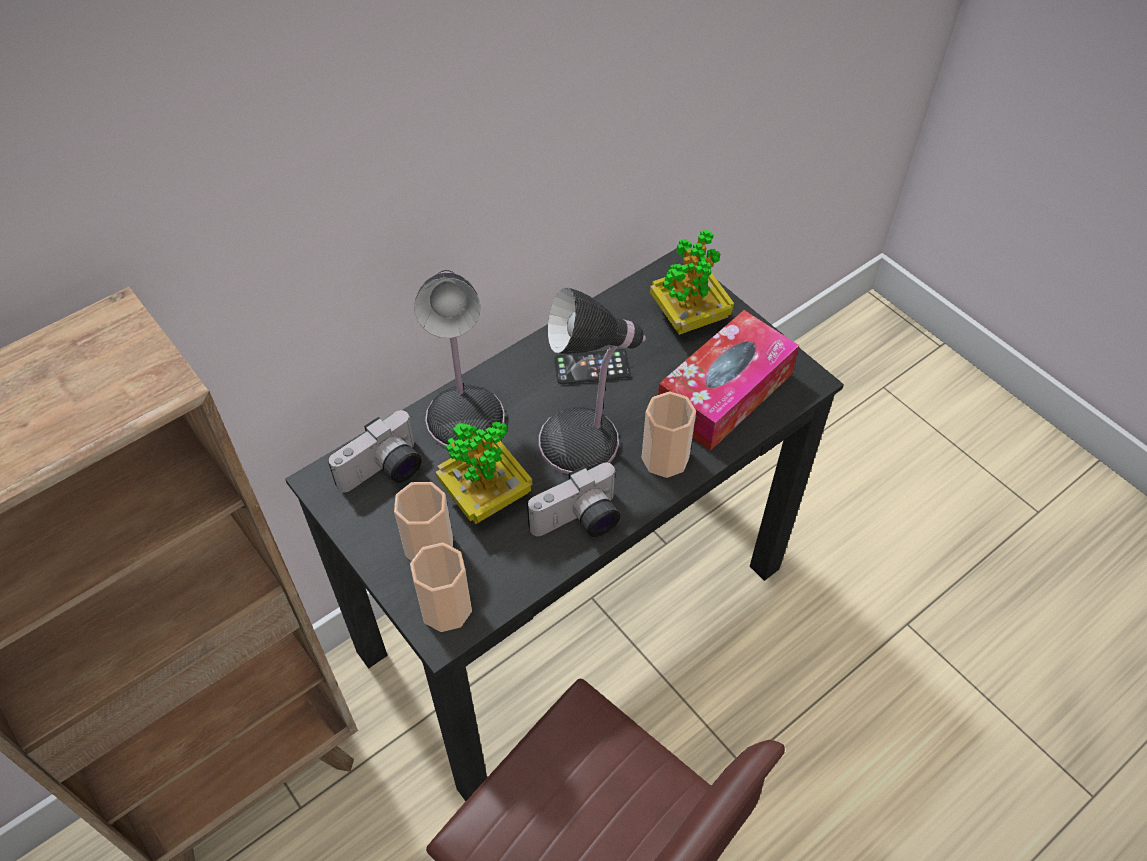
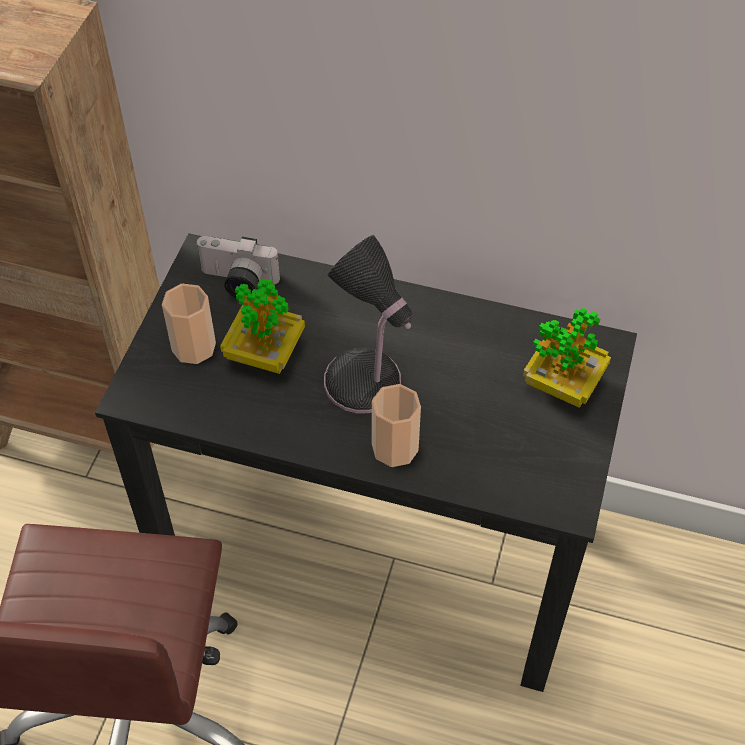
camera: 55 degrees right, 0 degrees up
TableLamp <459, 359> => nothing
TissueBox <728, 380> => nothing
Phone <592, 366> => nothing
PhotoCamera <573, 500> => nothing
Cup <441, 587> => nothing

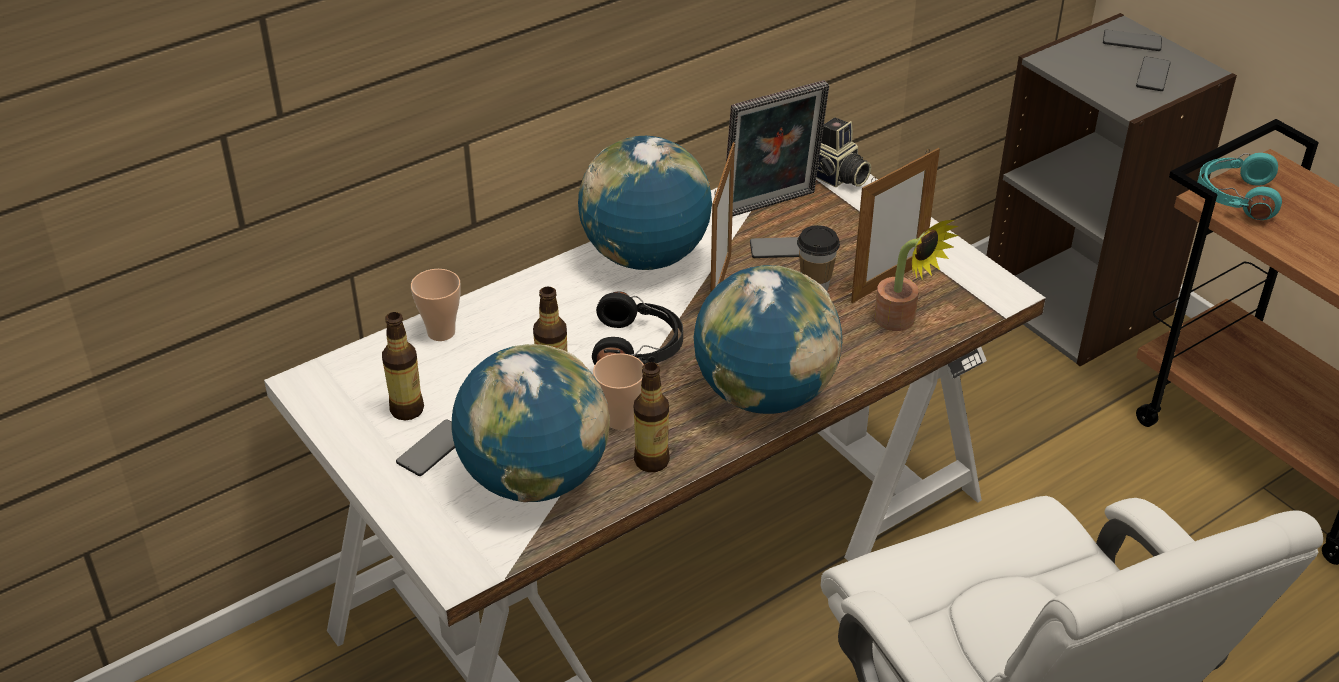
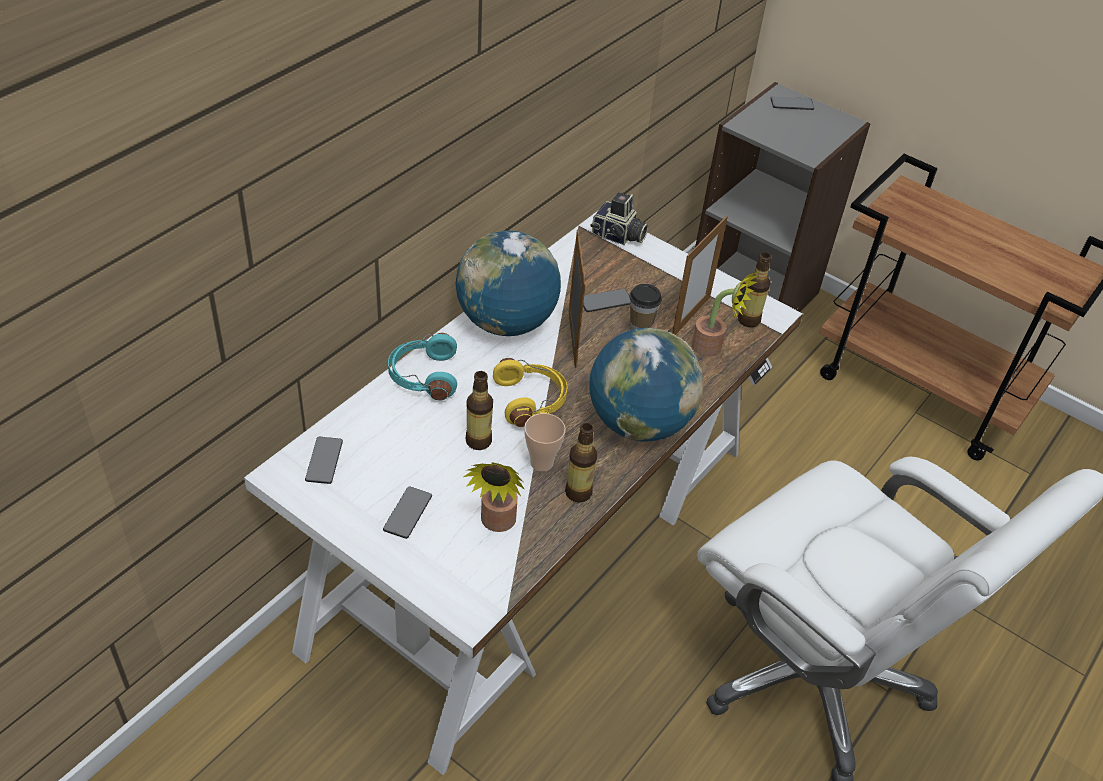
camera: 20 degrees left, 5 degrees up
Phone <1153, 74> => Phone <324, 460>, move
PictureFrame <777, 148> => nothing
TurquoiseHeadphones <1239, 186> => TurquoiseHeadphones <422, 367>, move
Cup <436, 305> => nothing
BlackHeadphones <637, 328> => YellowHeadphones <530, 392>
Bottle <403, 366> => Bottle <754, 289>, move
Globe <531, 423> => PottedPlant <495, 497>

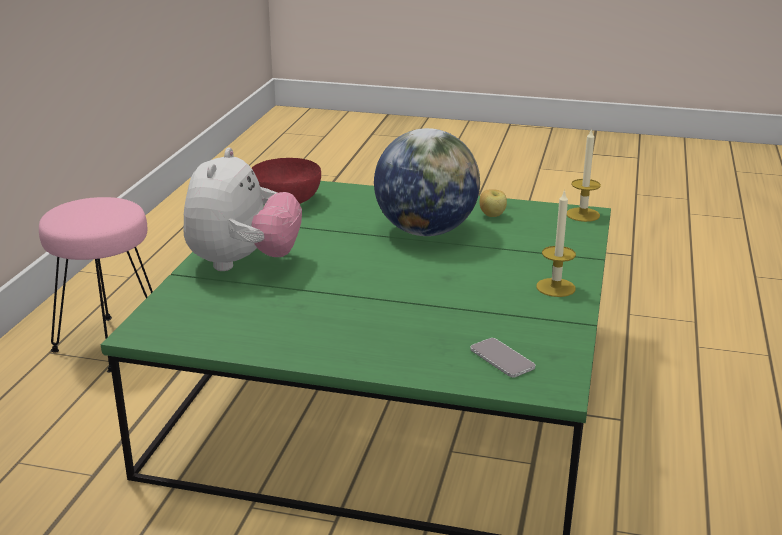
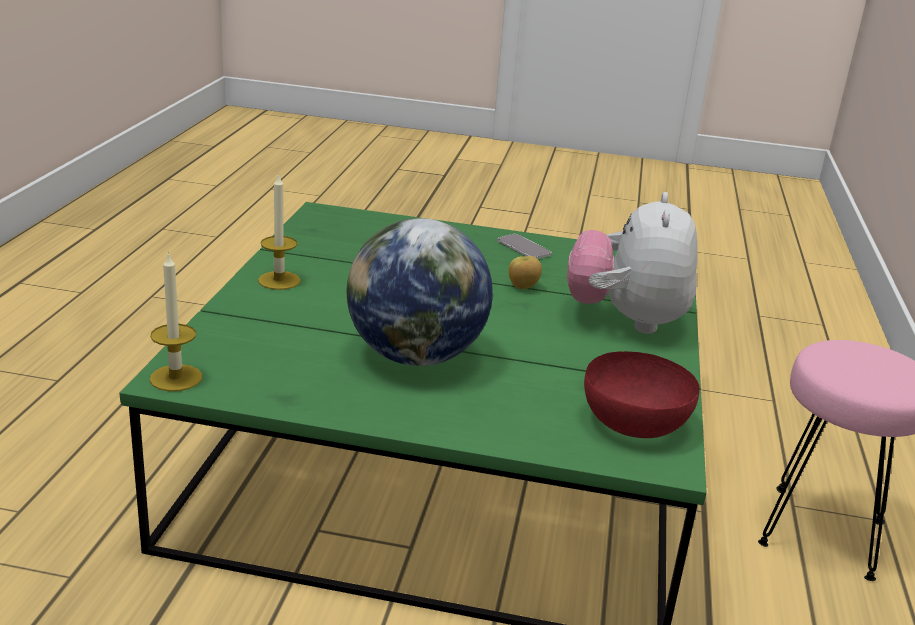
camera: 175 degrees right, 0 degrees up
Apple <493, 203> => Apple <525, 272>, move
Phone <502, 358> => Phone <524, 246>, move

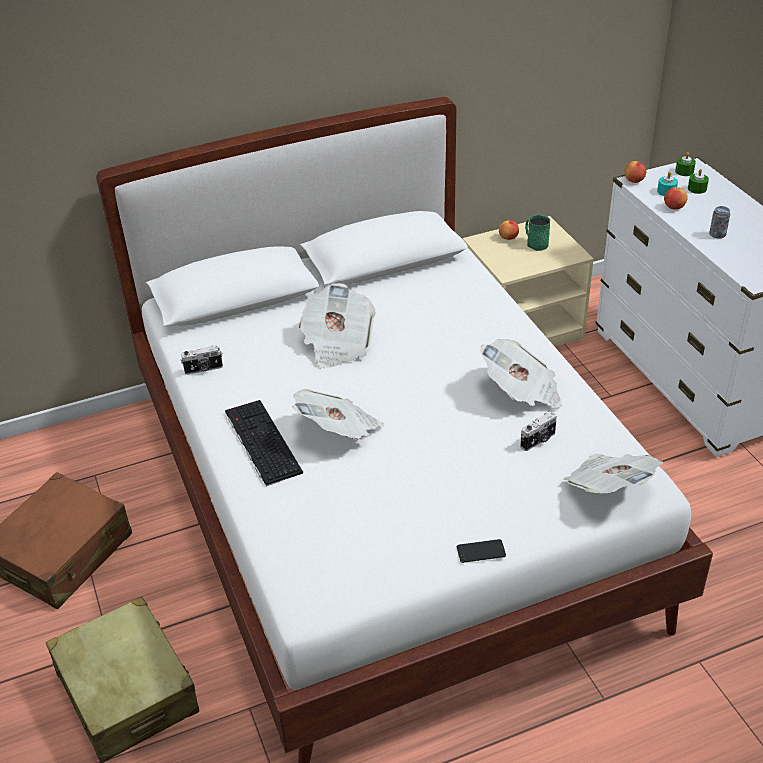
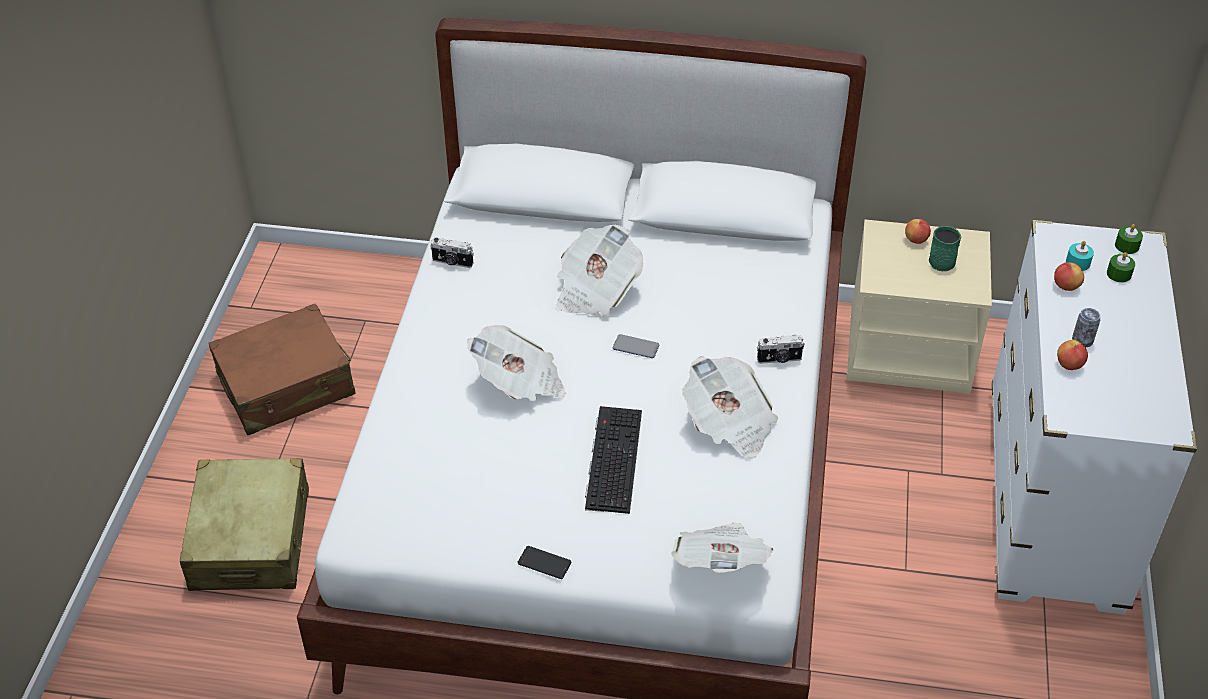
camera: 30 degrees right, 5 degrees up
Apple <635, 172> => Apple <1072, 355>, move
Keyboard <264, 443> => Keyboard <613, 460>, move
PhotoCamera <538, 431> => PhotoCamera <781, 349>, move
nothing => Phone <635, 346>

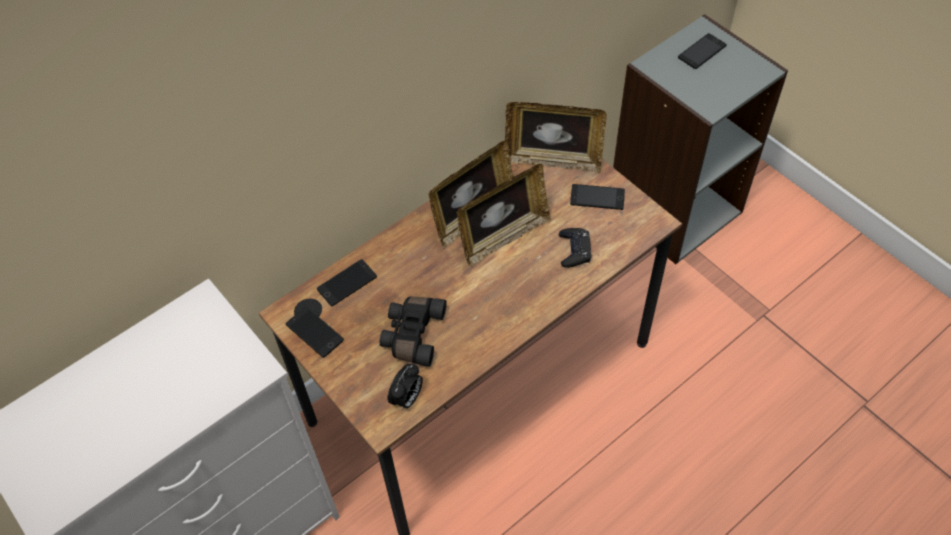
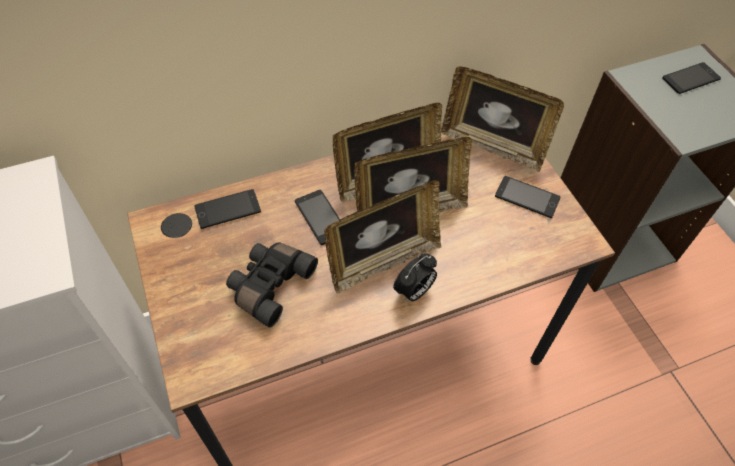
camera: 15 degrees right, 0 degrees up
BlackGameController <575, 248> => nothing
Phone <315, 332> => Phone <317, 217>, move
AlarmClock <405, 387> => AlarmClock <415, 278>, move
nothing => PictureFrame <382, 237>

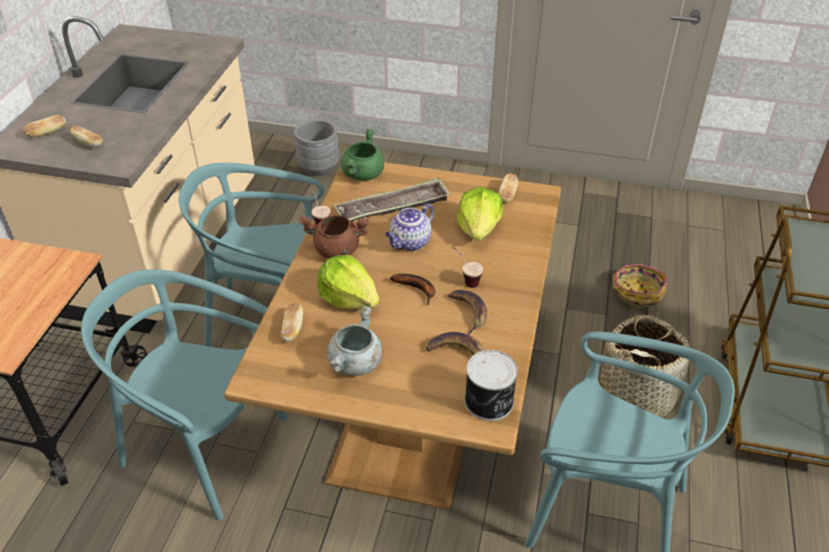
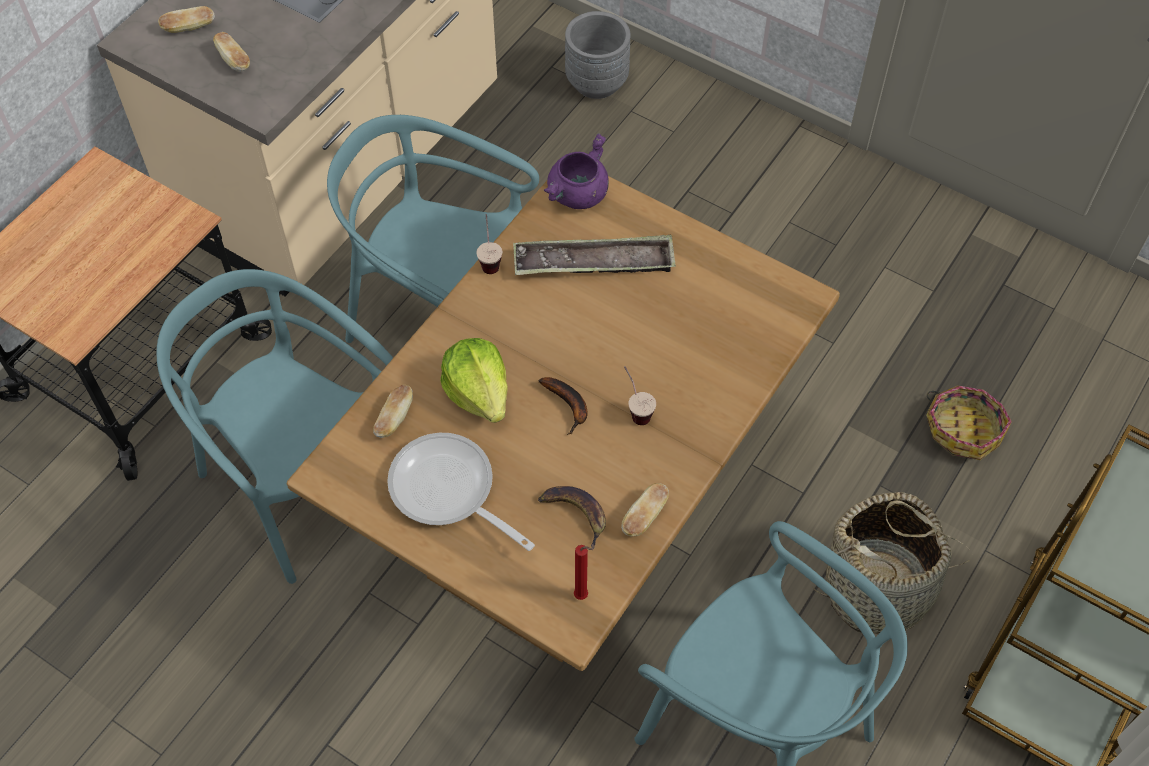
camera: 20 degrees right, 15 degrees up
GreenCookingPot <362, 154> => PurpleCookingPot <576, 171>
Bread <508, 187> => Bread <645, 510>, move
Lettuce <480, 214> => nothing
Teapot <410, 227> => nothing
BrownCookingPot <334, 237> => nothing
Banana <467, 312> => nothing
GreyCookingPot <354, 340> => FryingPan <461, 492>
Can <491, 385> => RedCandle <583, 572>

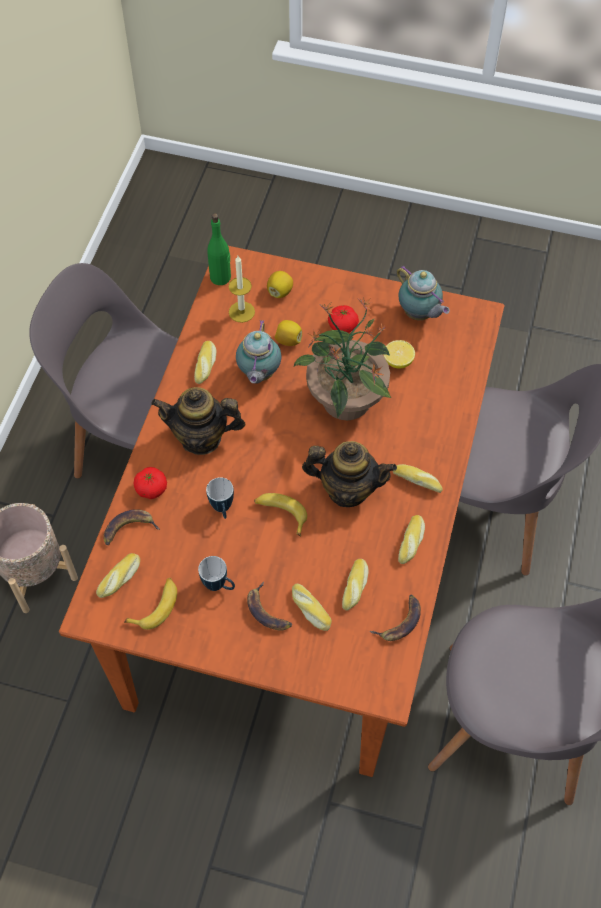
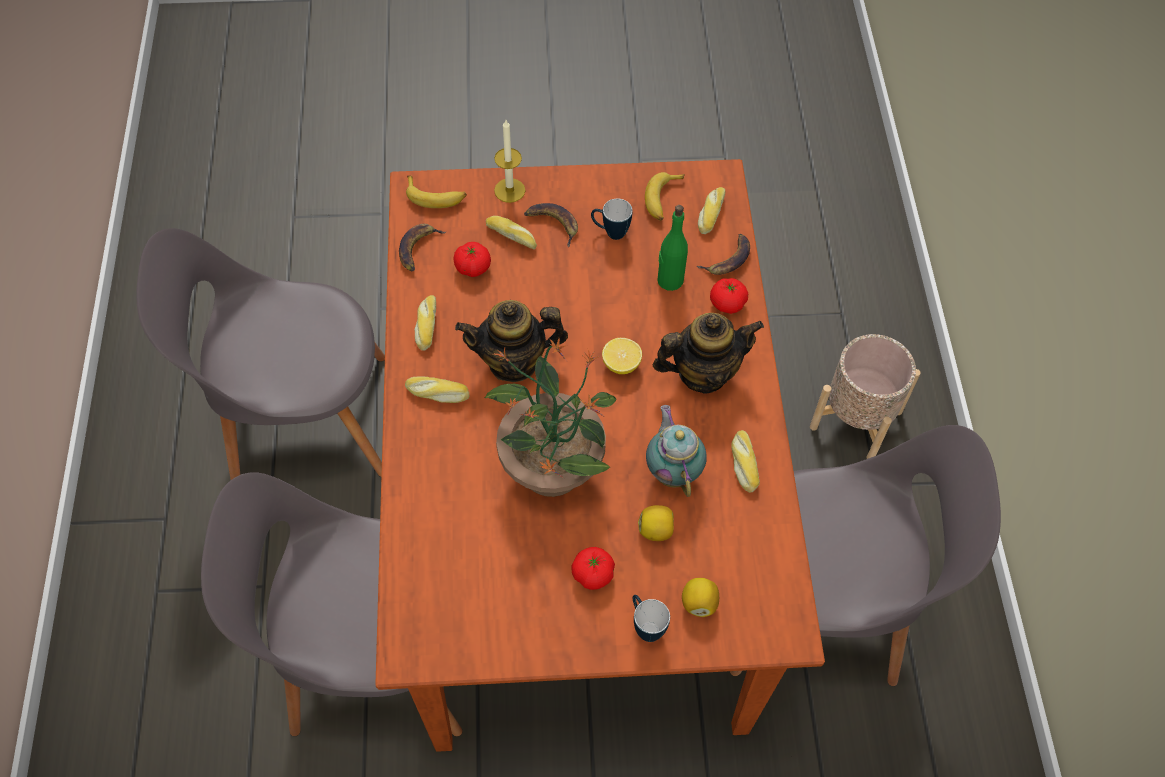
camera: 160 degrees right, 0 degrees up
GreenBottle <219, 249> => GreenBottle <672, 248>, move
Candle <242, 289> => Candle <509, 161>, move
Teapot <423, 292> => nothing
Lemon <399, 354> => Lemon <622, 356>, move
Mug <220, 498> => Mug <651, 618>, move
Banana <280, 514> => Banana <436, 191>, move
Bread <355, 584> => Tomato <472, 259>

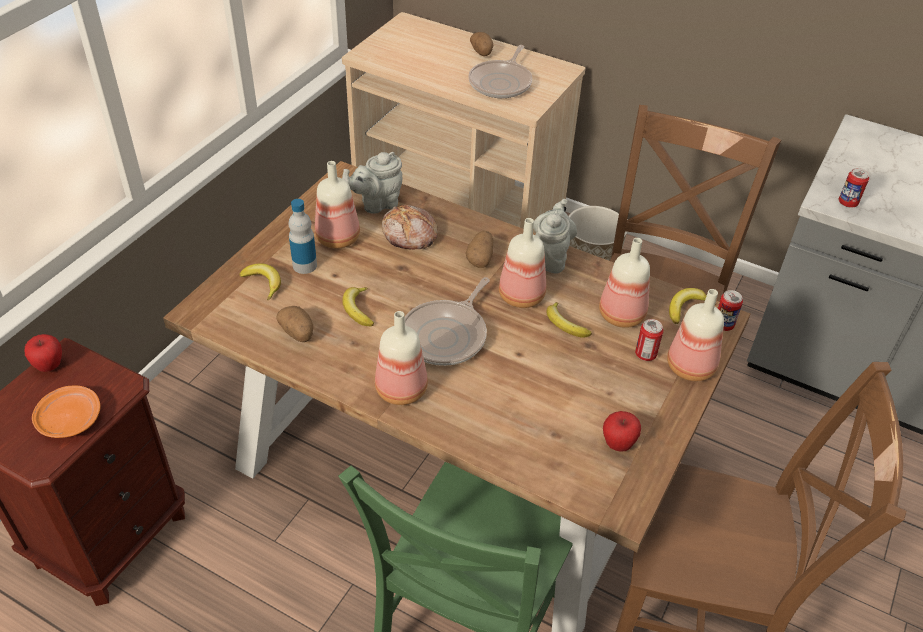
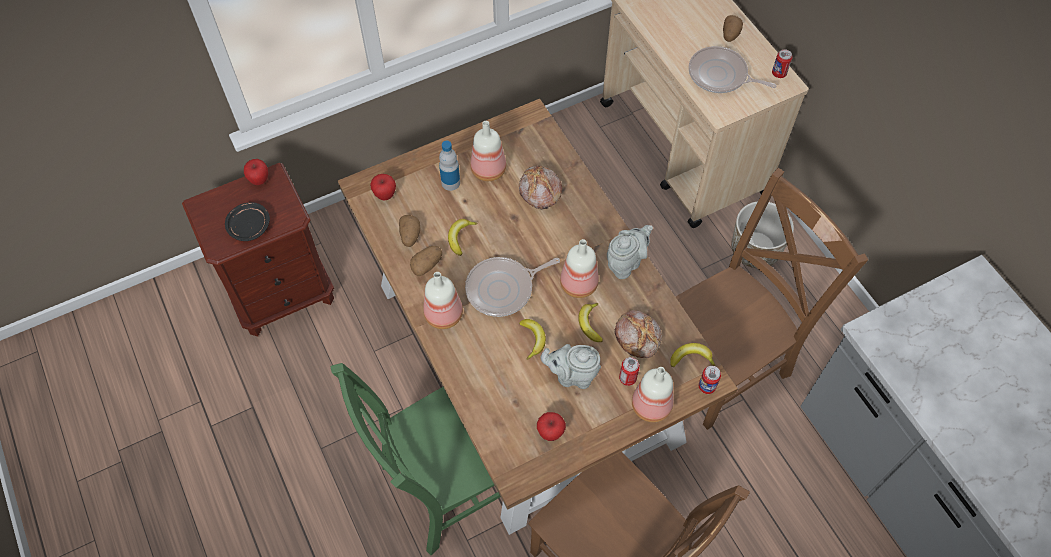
camera: 35 degrees right, 15 degrees up
FryingPan <500, 71> => FryingPan <732, 69>, 60 degrees clockwise
GreyTeapot <372, 183> => GreyTeapot <570, 366>, move
Can <854, 187> => Can <782, 63>, move
Potato <479, 249> => Potato <426, 261>, move
Bottle <624, 283> => Bread <638, 334>
Banana <260, 281> => Banana <532, 339>, move
OrangePlate <66, 412> => BlackPlate <247, 221>
nothing => Apple <383, 187>

